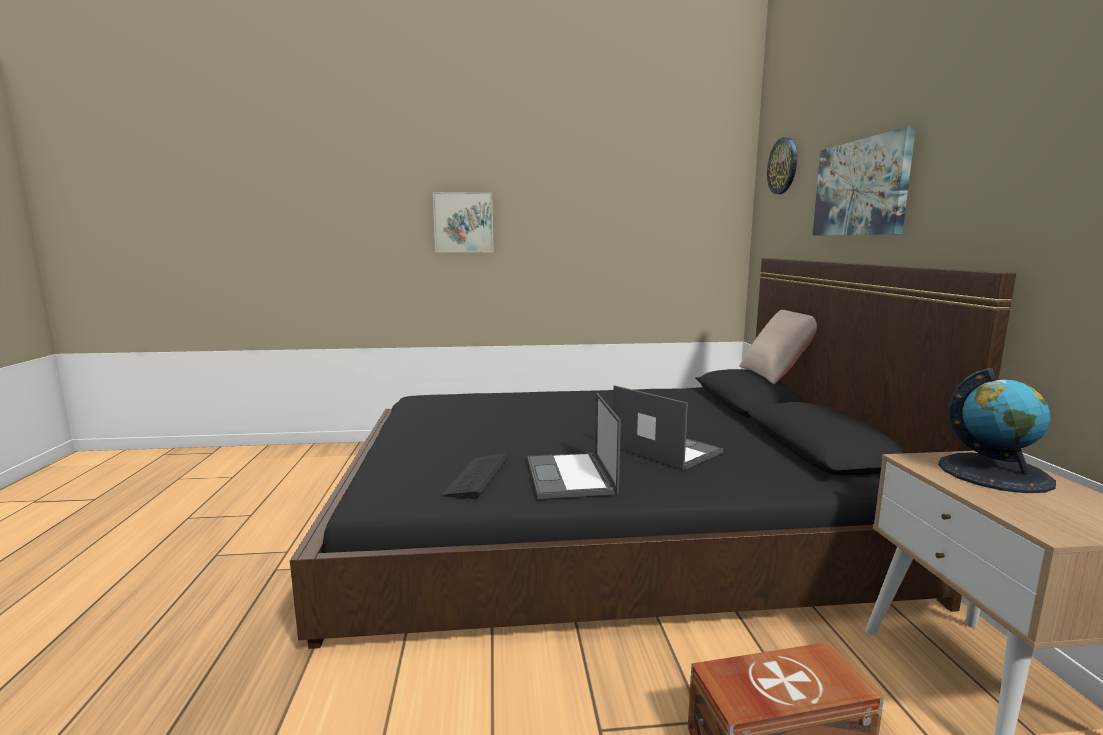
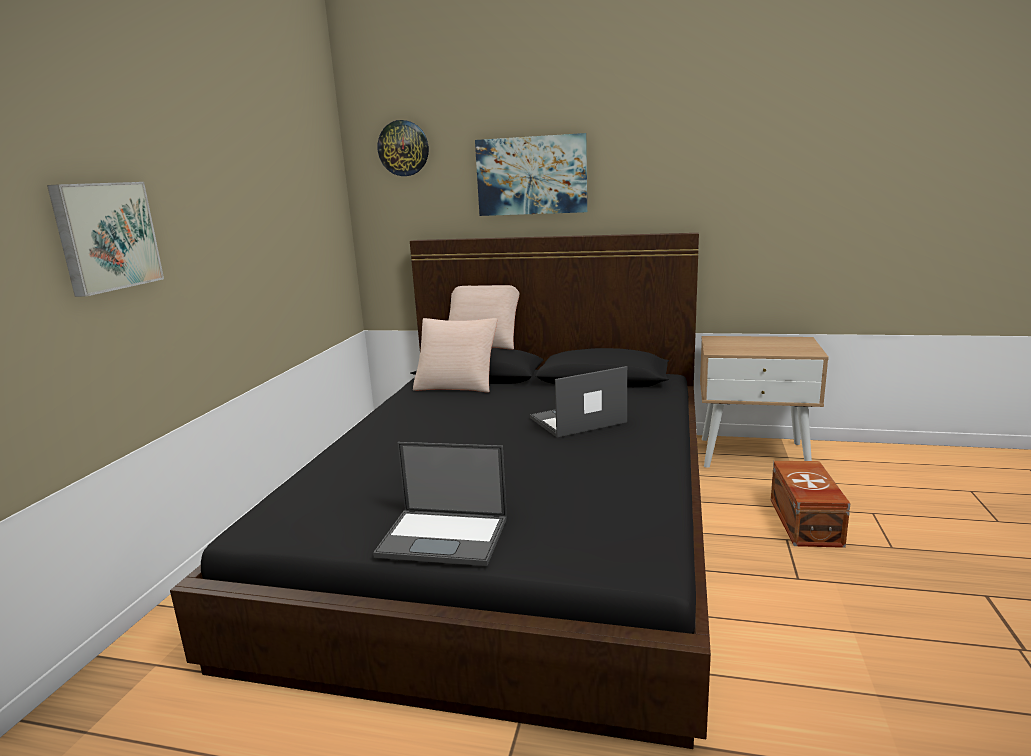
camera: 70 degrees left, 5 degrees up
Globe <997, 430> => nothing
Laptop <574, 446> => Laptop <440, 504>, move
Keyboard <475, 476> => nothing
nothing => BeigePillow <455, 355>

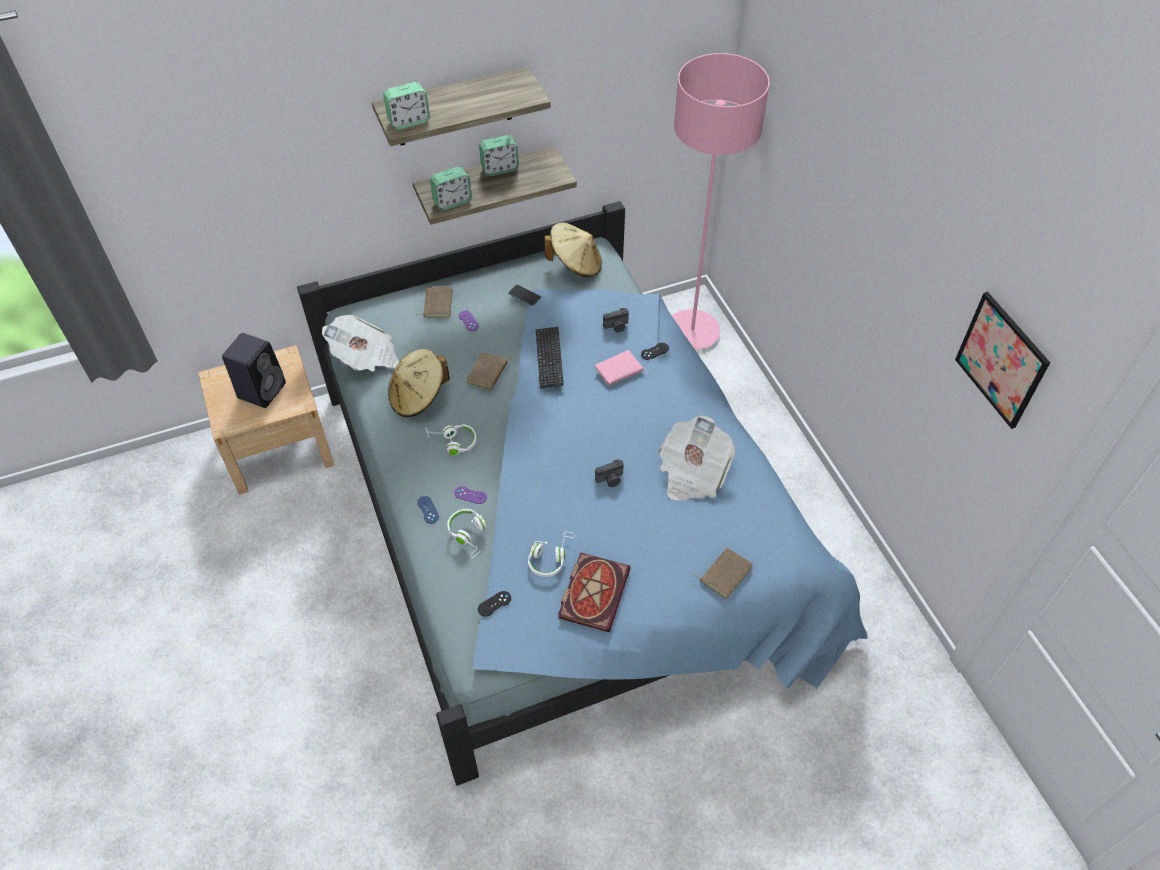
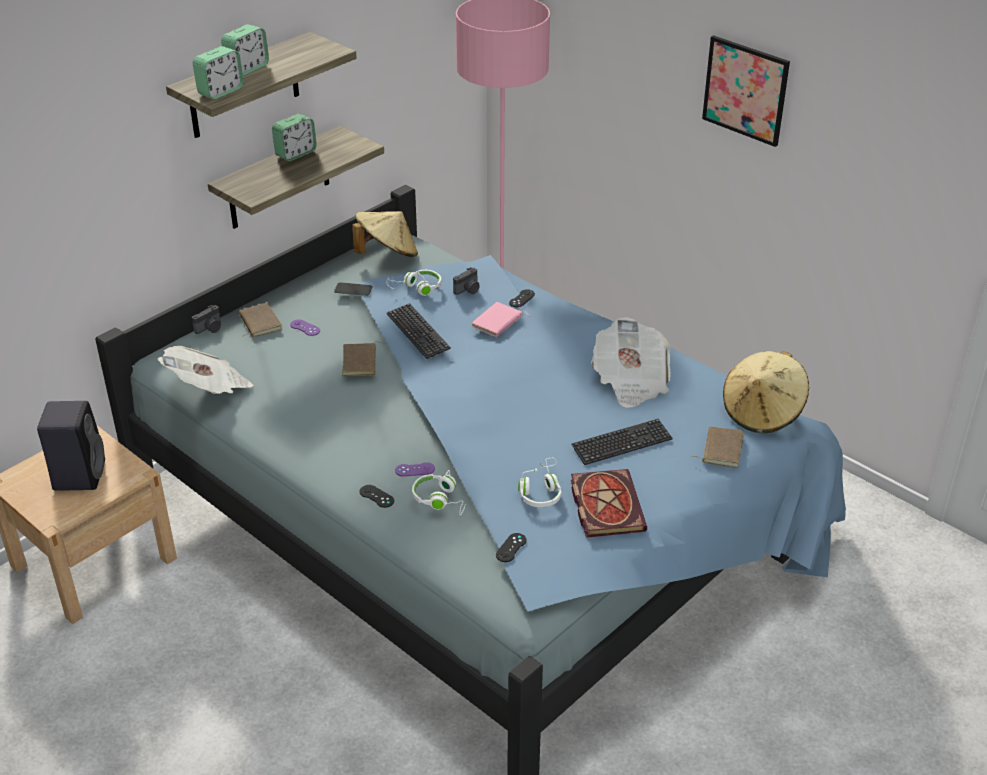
camera: 25 degrees left, 15 degrees down
AlarmClock <451, 189> => AlarmClock <245, 50>, move
Picture <1002, 360> => Picture <746, 91>, move
BeigeHat <419, 383> => BeigeHat <766, 392>, move
WhiteHeadphones <451, 439> => WhiteHeadphones <413, 283>, move
PhotoCamera <609, 473> => PhotoCamera <206, 319>, move
BlueGameController <428, 510> => BlackGameController <377, 496>
nothing => Keyboard <622, 442>

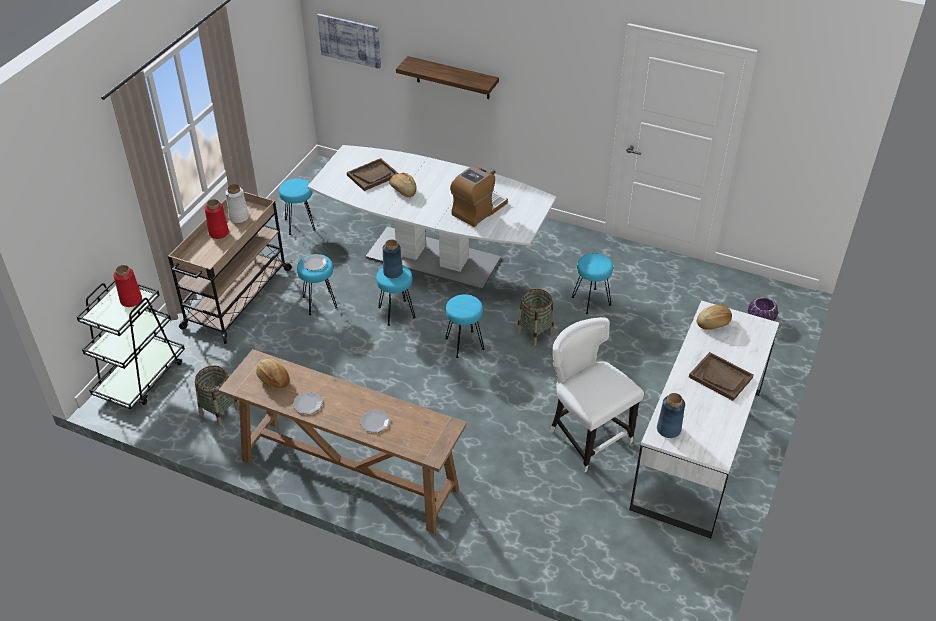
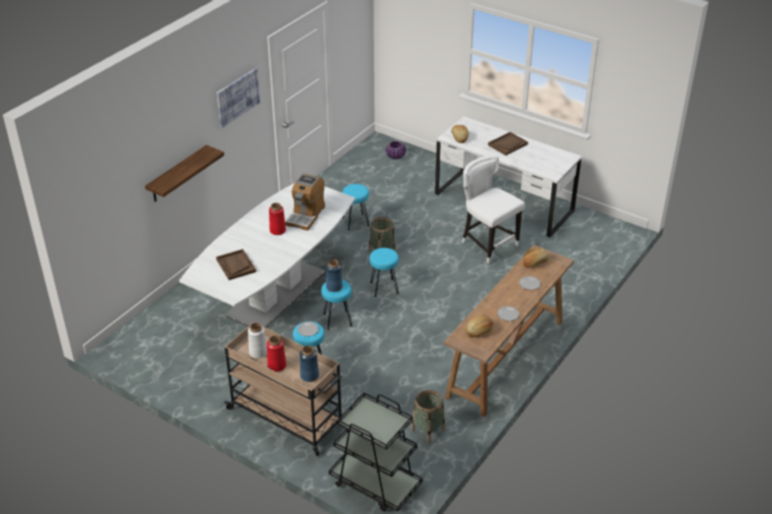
camera: 80 degrees left, 5 degrees down
Picture <349, 41> => Picture <238, 98>, move
CoffeeMachine <479, 196> => CoffeeMachine <305, 202>, 120 degrees counterclockwise
Bread <403, 185> => Bread <536, 258>, move
TurquoiseStool <297, 206> => nothing
RedVase <127, 286> => RedVase <277, 219>, move
WhiteChair <597, 395> => WhiteChair <493, 209>, 75 degrees clockwise
BlueVase <671, 415> => BlueVase <309, 363>, move

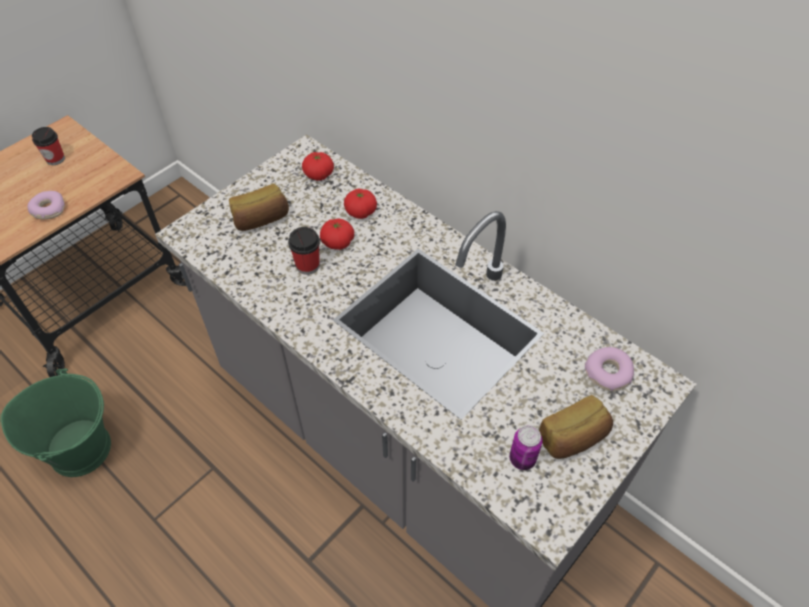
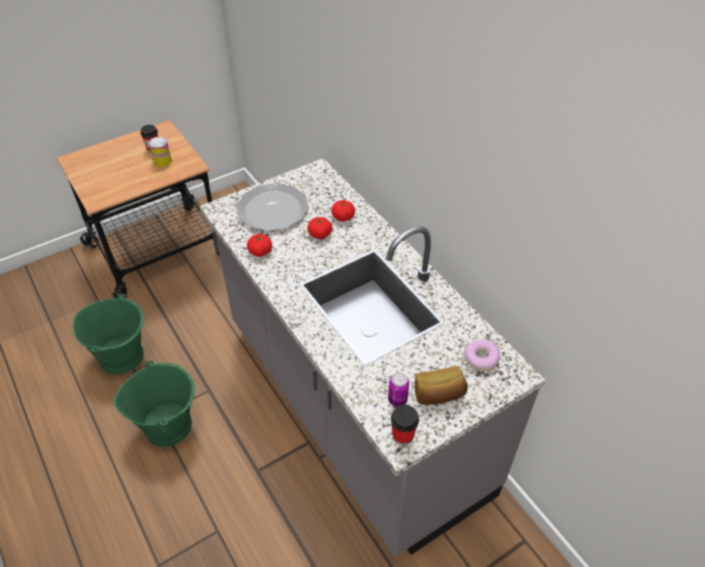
camera: 15 degrees right, 5 degrees down
Tomato <318, 166> => Tomato <259, 245>, move
Bread <259, 207> => Plate <272, 207>
Donut <46, 205> => nothing
Cup <304, 251> => Cup <405, 425>, move
nothing => Can <160, 152>
nothing => GreenBucket <154, 403>

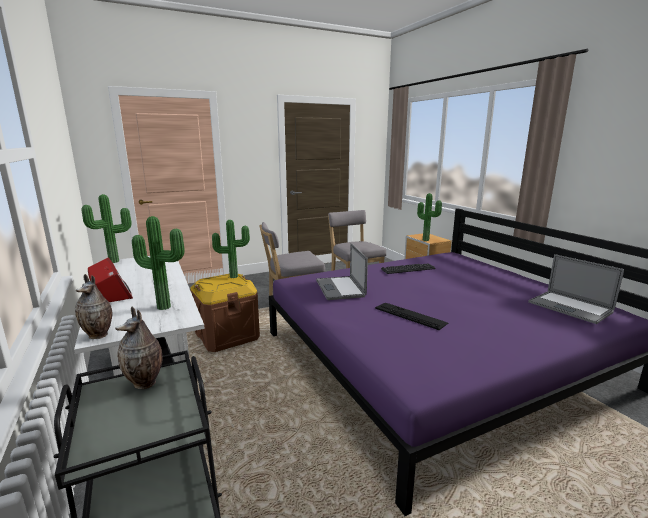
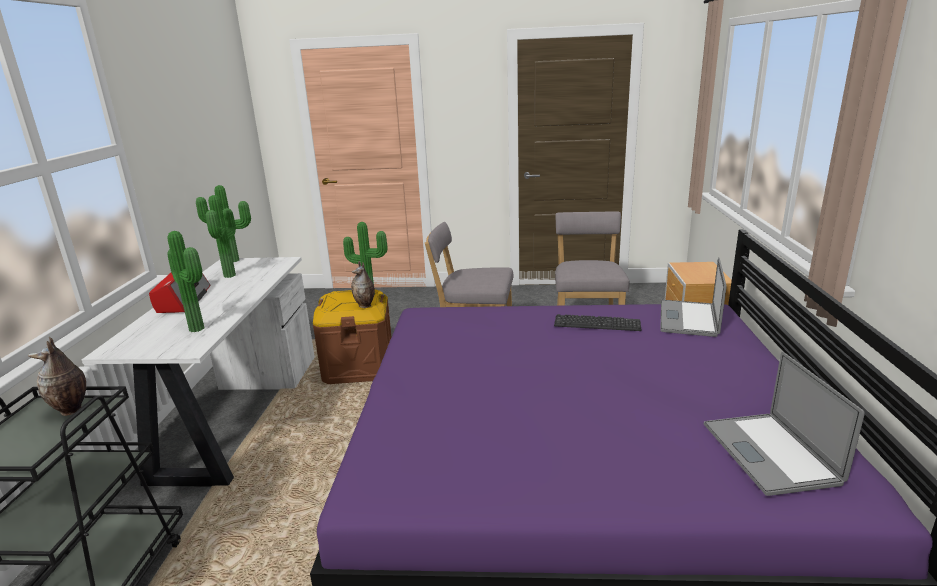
camera: 30 degrees right, 5 degrees up
PottedPlant <429, 217> => PottedPlant <221, 236>, move
Laptop <342, 271> => Laptop <693, 297>, move
Vase <93, 306> => Vase <363, 284>, move
Keyboard <411, 316> => nothing

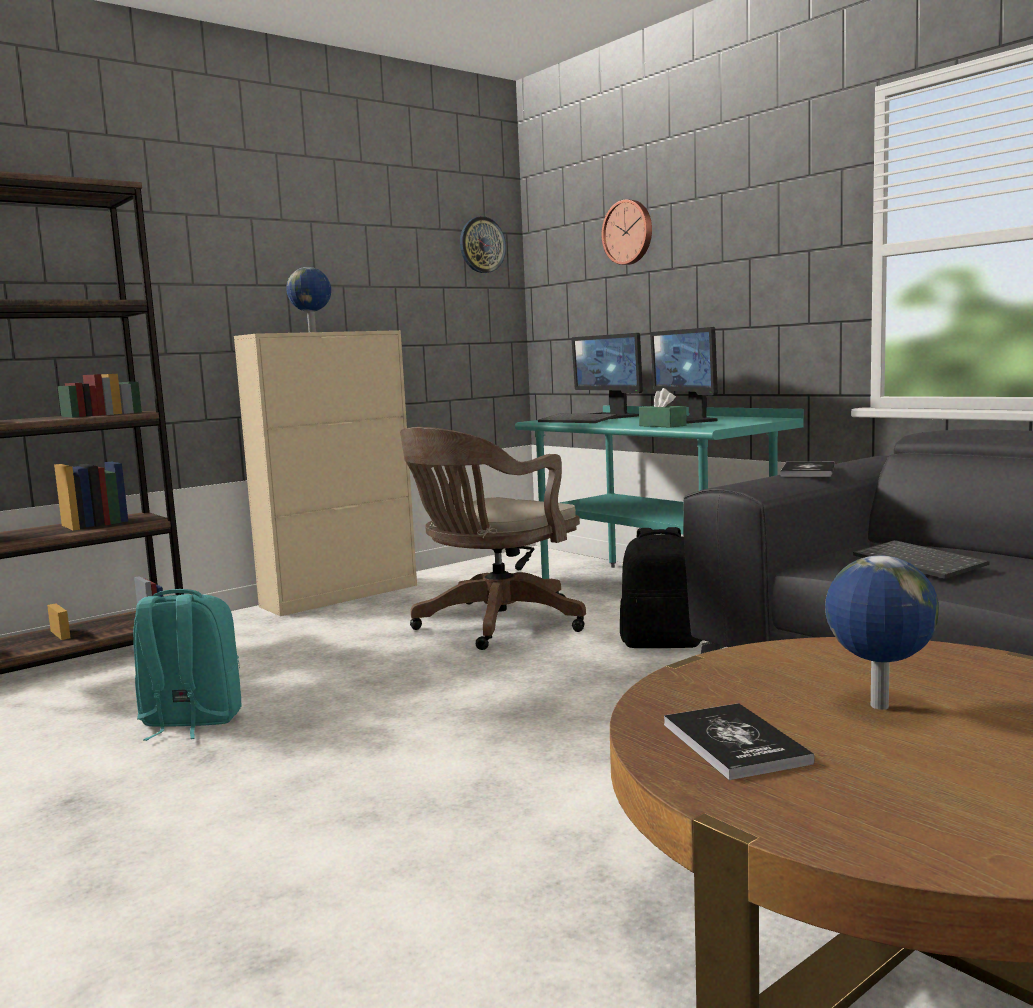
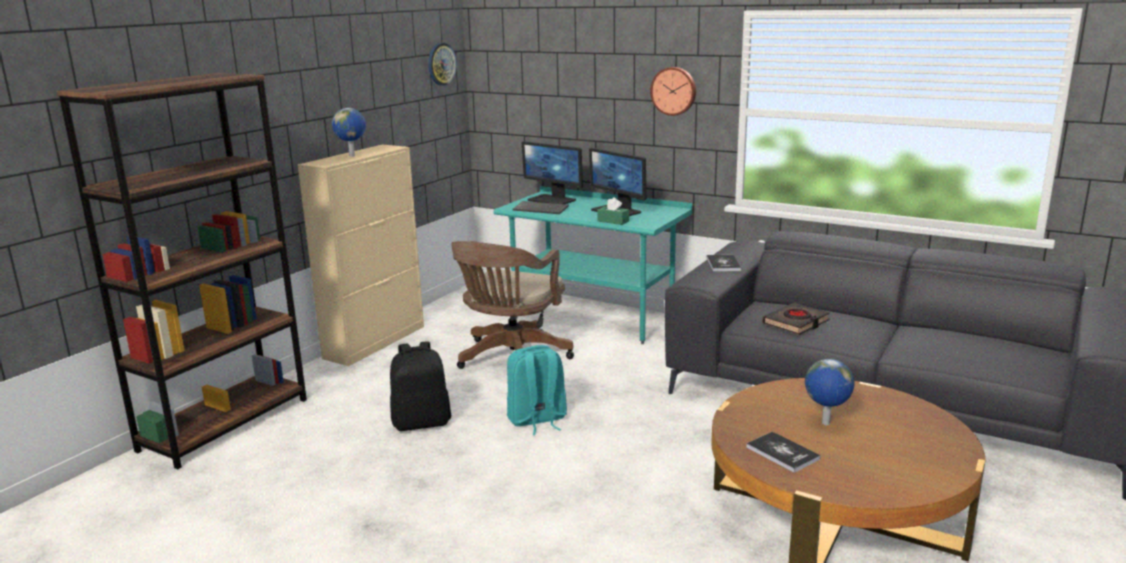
camera: 20 degrees left, 10 degrees up
WallClock <627, 232> => WallClock <673, 91>, move
BlackBackpack <661, 587> => BlackBackpack <420, 386>, move
Keyboard <921, 559> => BlackBook <796, 319>
TurquoiseBackpack <187, 665> => TurquoiseBackpack <537, 390>, move

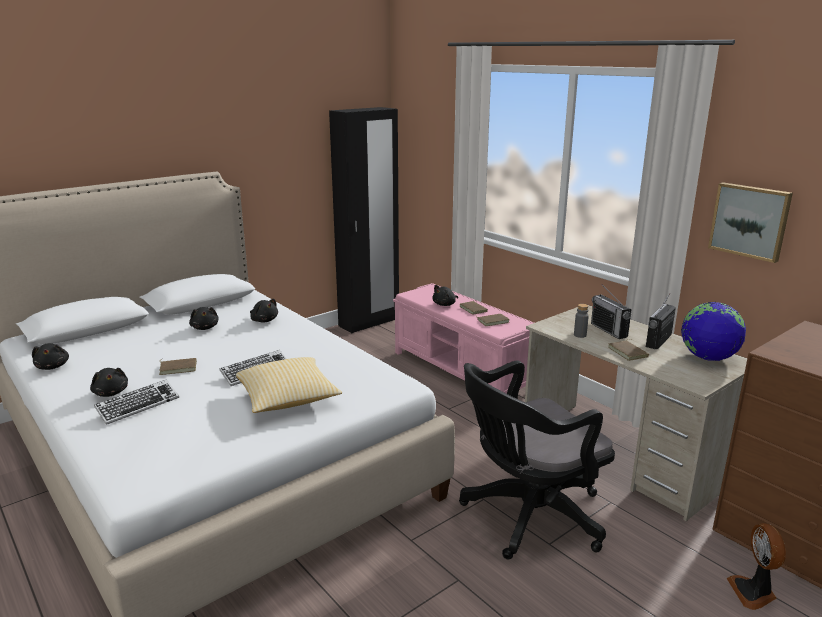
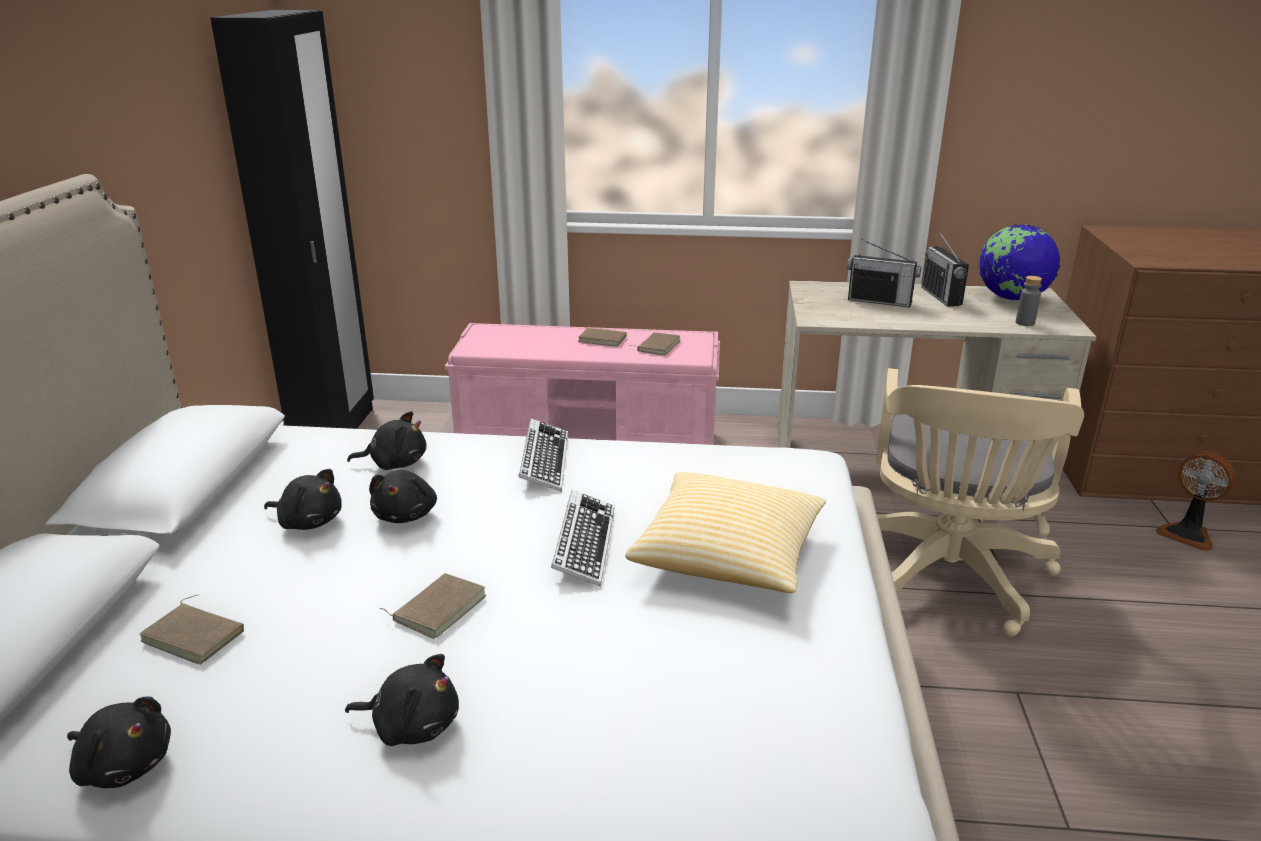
camera: 45 degrees left, 5 degrees up
Picture <750, 222> => nothing
BlackPlushToy <445, 295> => BlackPlushToy <403, 496>, move
GreyBottle <581, 321> => GreyBottle <1029, 301>, move
BrownBook <628, 350> => BrownBook <191, 629>, move
BlackOfficeChair <537, 460> => BeigeOfficeChair <980, 502>
Keyboard <136, 402> => Keyboard <543, 455>, move

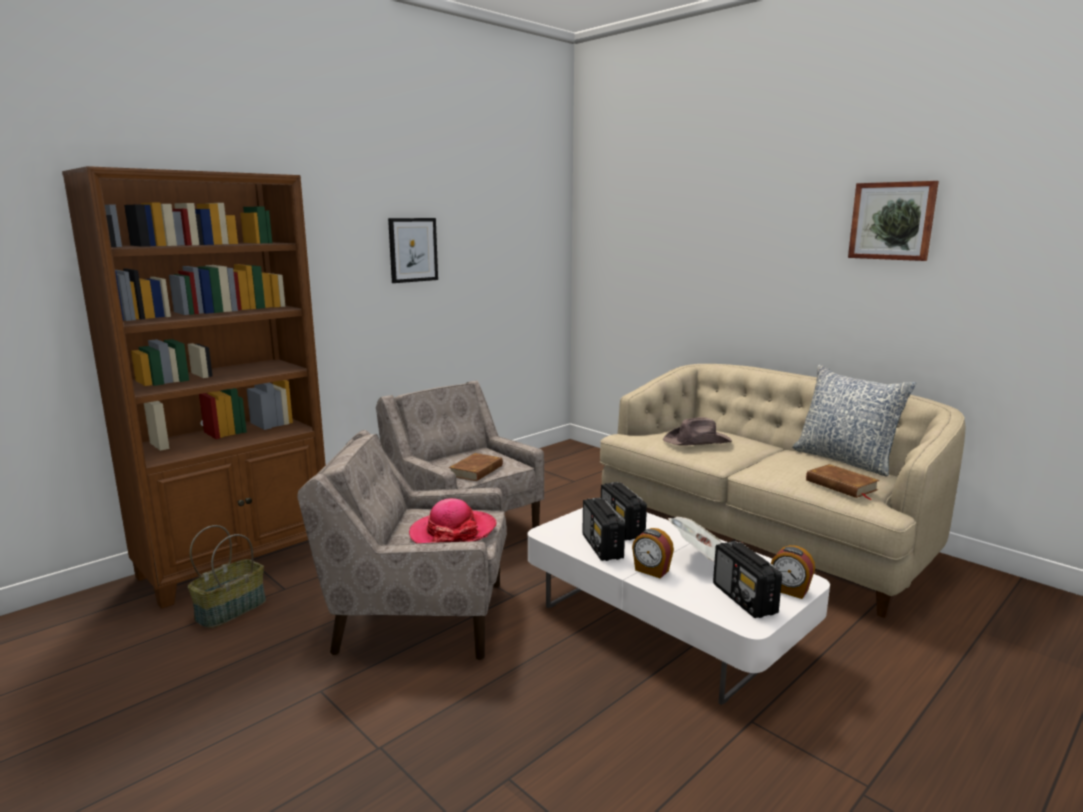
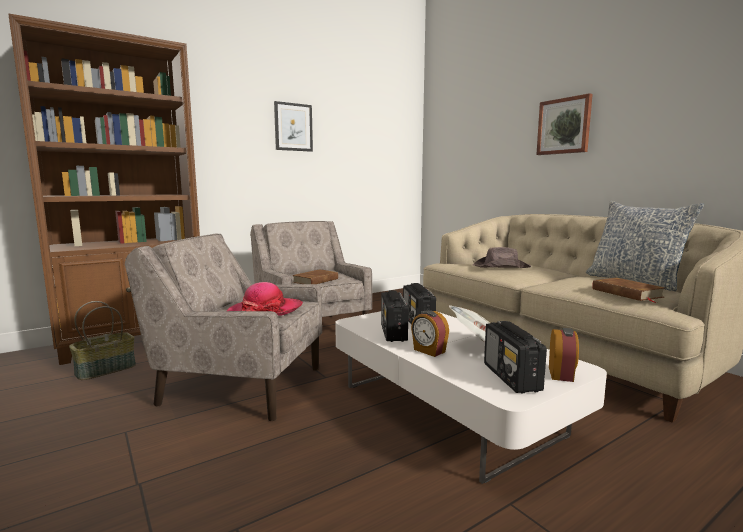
camera: 10 degrees right, 5 degrees down
Picture <893, 221> => Picture <564, 124>, move
AlarmClock <793, 572> => AlarmClock <564, 355>, 120 degrees counterclockwise

